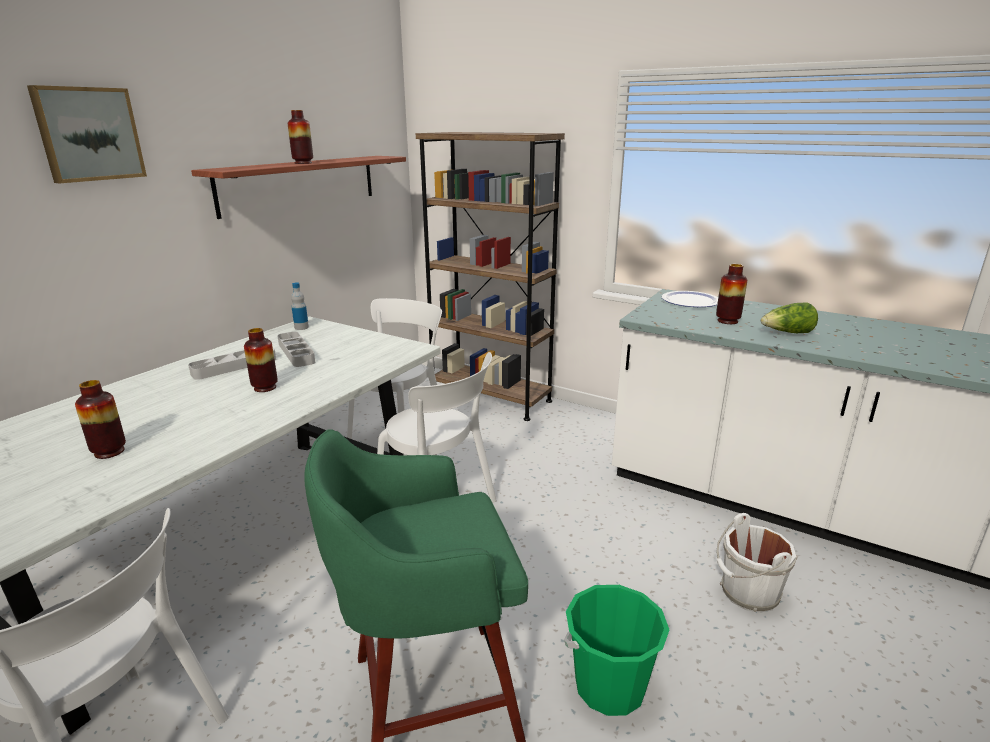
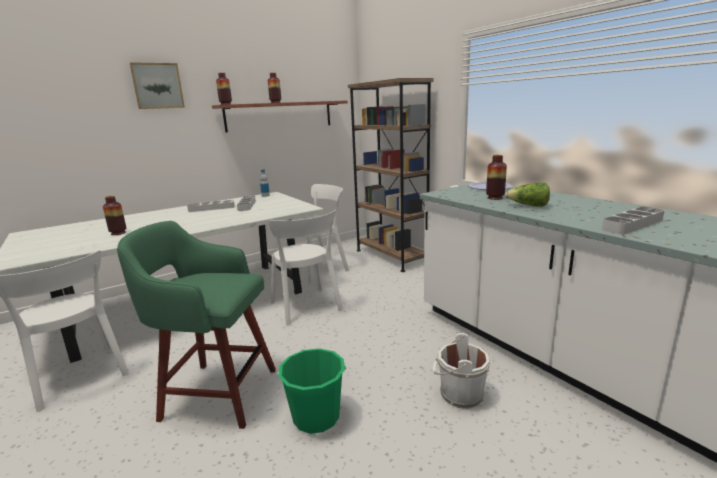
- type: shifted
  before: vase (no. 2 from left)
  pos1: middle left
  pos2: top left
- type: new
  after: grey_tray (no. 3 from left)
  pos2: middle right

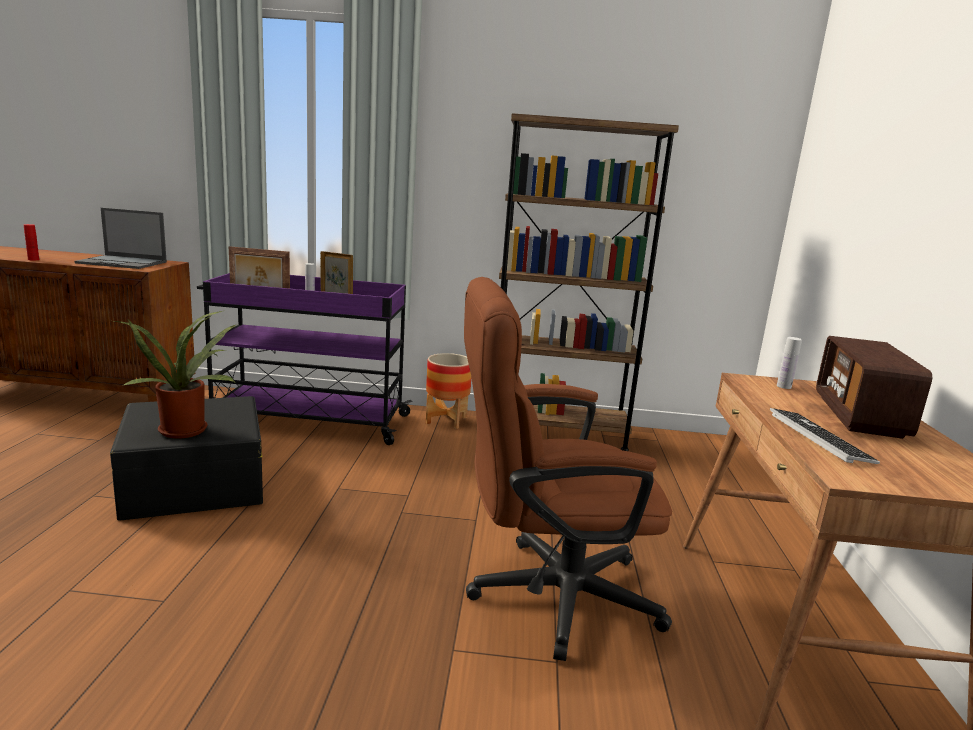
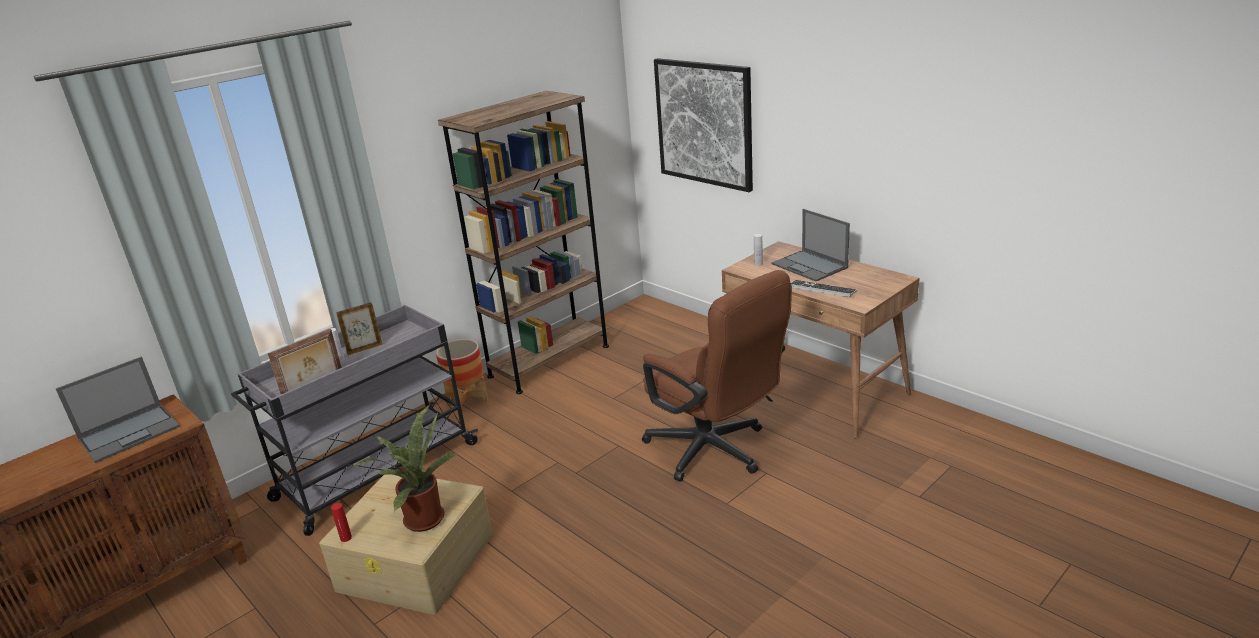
- type: shifted
  before: red_bottle
  pos1: top left
  pos2: bottom left
- type: repainted
  before: black_storage_box
  after: beige_storage_box
  pos1: middle left
  pos2: bottom left
- type: repainted
  before: purple_cart
  after: grey_cart
  pos1: middle left
  pos2: middle left
- type: rotated
  before: brown_office_chair
  pos1: centre
  pos2: centre
  turn: -75
- type: swapped
  before: radio
  after: laptop (no. 2 from left)
  pos1: middle right
  pos2: centre
- type: new
  after: picture
  pos2: top centre

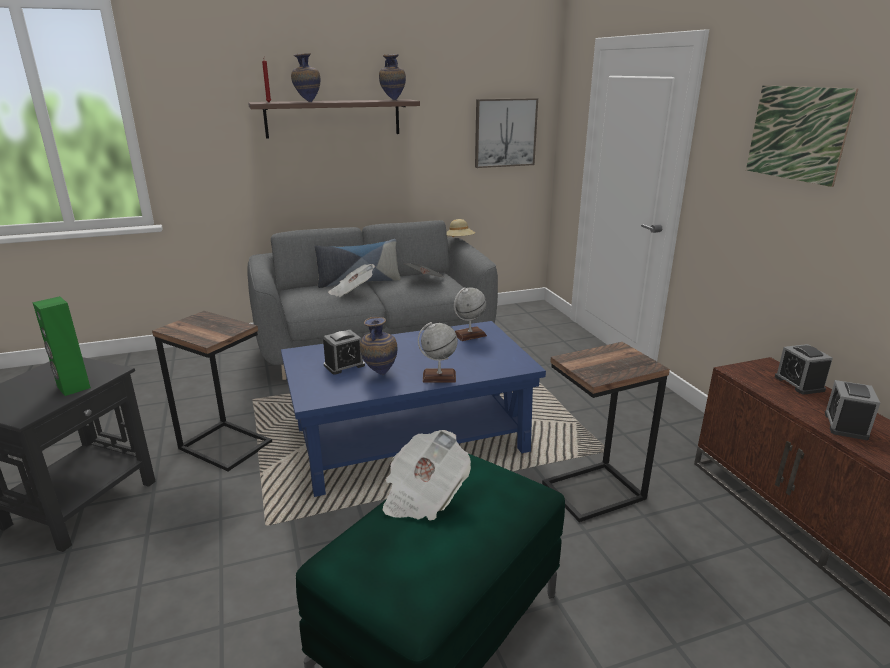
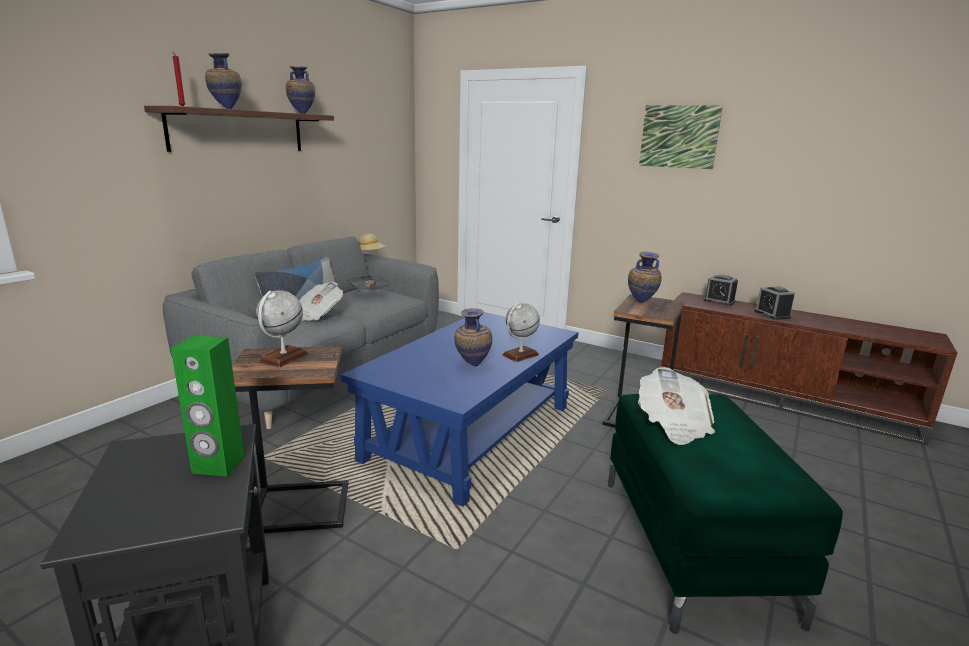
- type: gone
  before: alarm_clock (no. 1 from left)
  pos1: centre
- type: shifted
  before: globe (no. 2 from left in the first image)
  after: globe (no. 1 from left)
  pos1: centre
  pos2: middle left
- type: gone
  before: picture (no. 1 from left)
  pos1: top centre
- type: new
  after: vase (no. 4 from left)
  pos2: centre

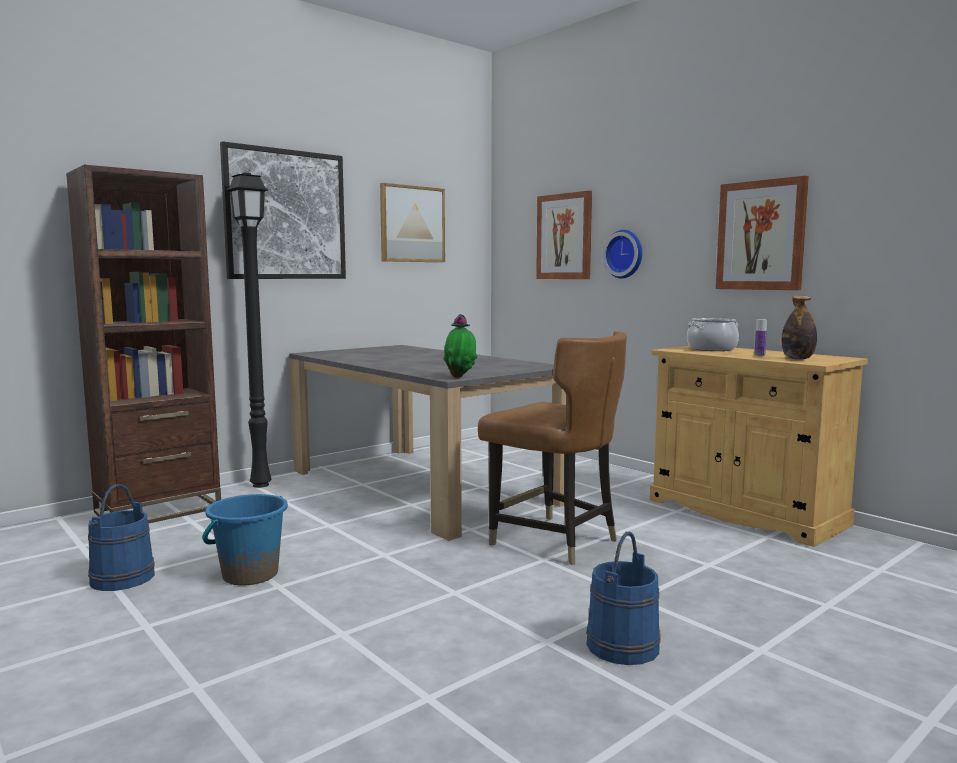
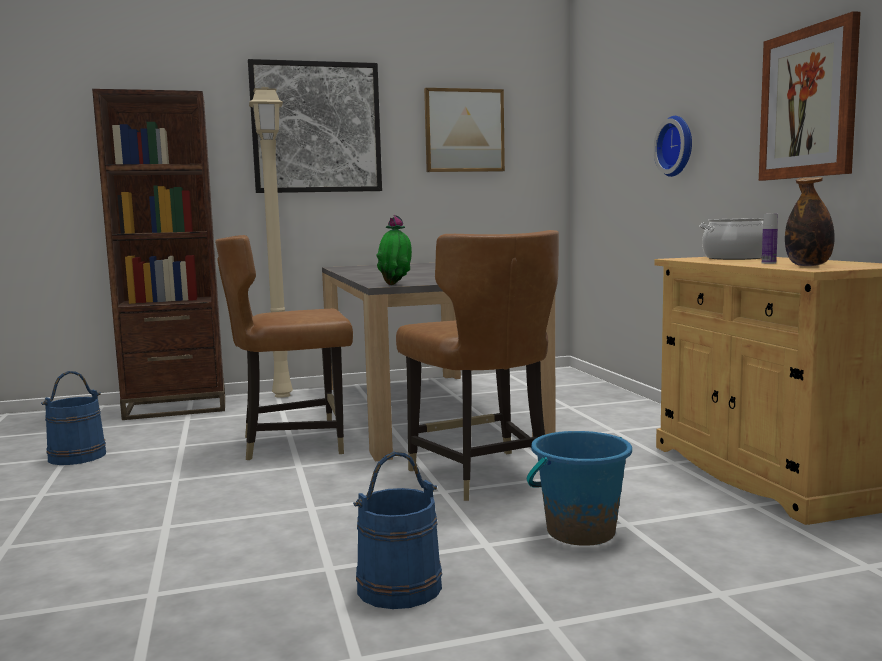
- type: shifted
  before: blue_bucket (no. 2 from left in the first image)
  after: blue_bucket (no. 3 from left)
  pos1: bottom left
  pos2: bottom centre
- type: repainted
  before: black_floor_lamp
  after: beige_floor_lamp
  pos1: middle left
  pos2: middle left
- type: gone
  before: picture (no. 3 from left)
  pos1: top centre
- type: new
  after: brown_chair (no. 1 from left)
  pos2: middle left

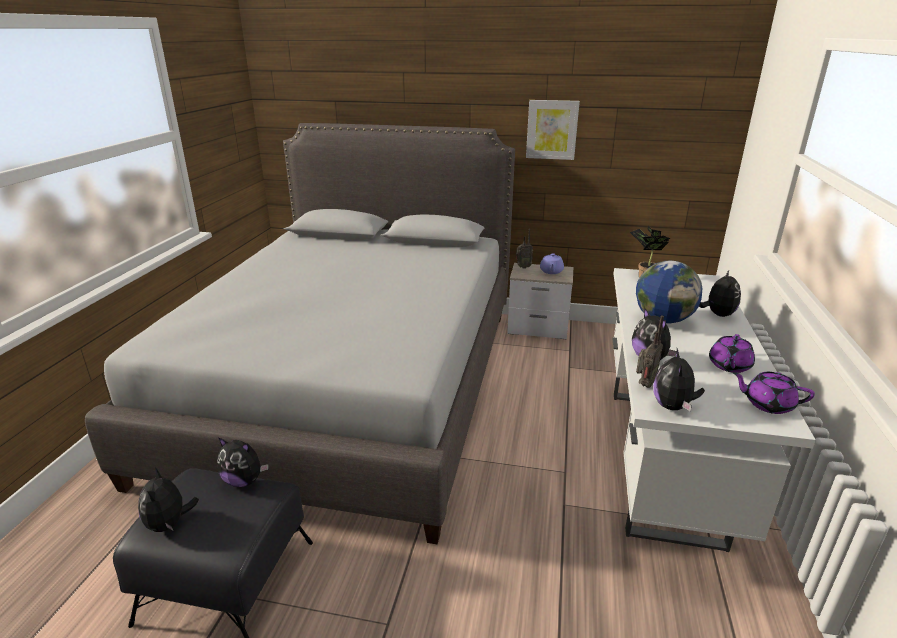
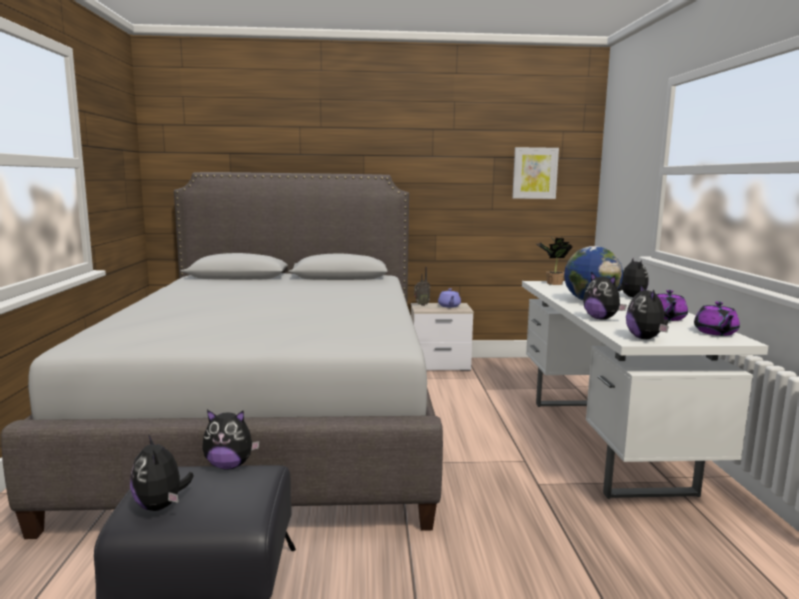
- type: shifted
  before: picture
  pos1: top centre
  pos2: top right
- type: gone
  before: radio (no. 2 from left)
  pos1: middle right
- type: rotated
  before: purple_teapot (no. 3 from left)
  pos1: middle right
  pos2: middle right
  turn: -90

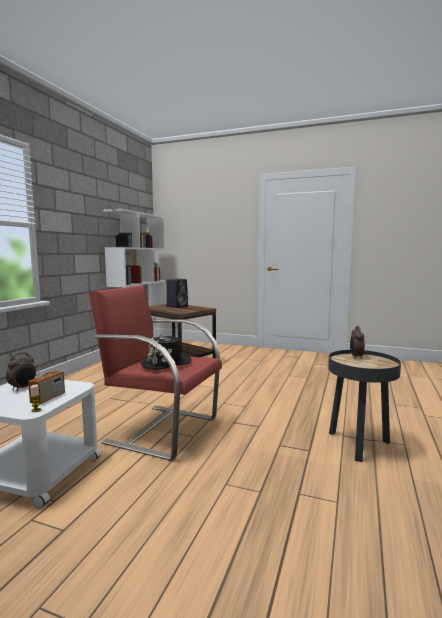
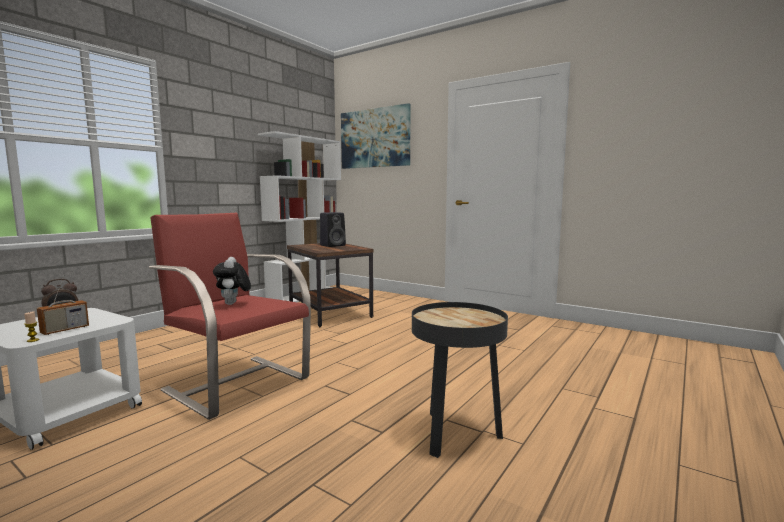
- type: swapped
  before: black_hat
  after: plush_toy
  pos1: centre
  pos2: middle left
- type: gone
  before: alarm_clock (no. 2 from left)
  pos1: middle right
- type: new
  after: picture
  pos2: top centre

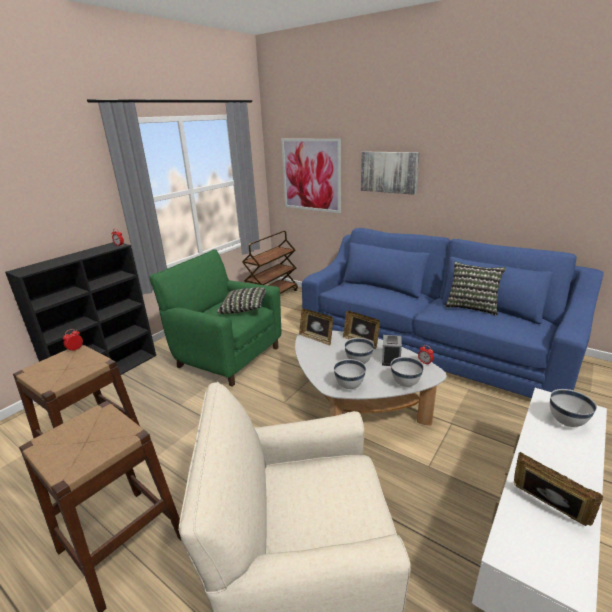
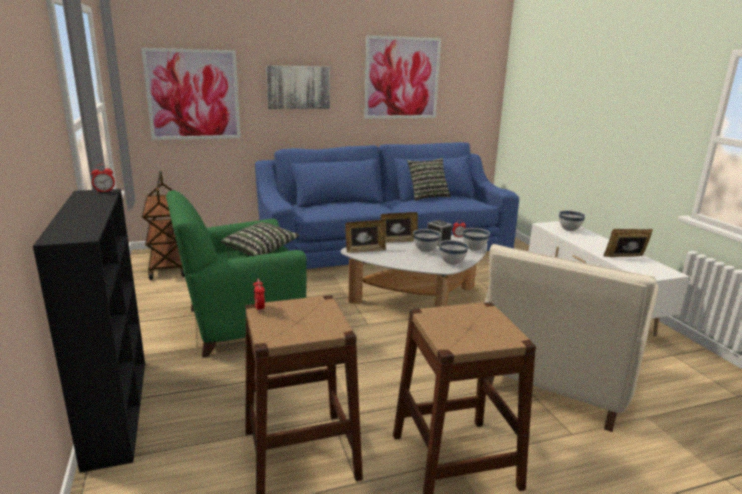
- type: new
  after: picture (no. 3 from left)
  pos2: top centre

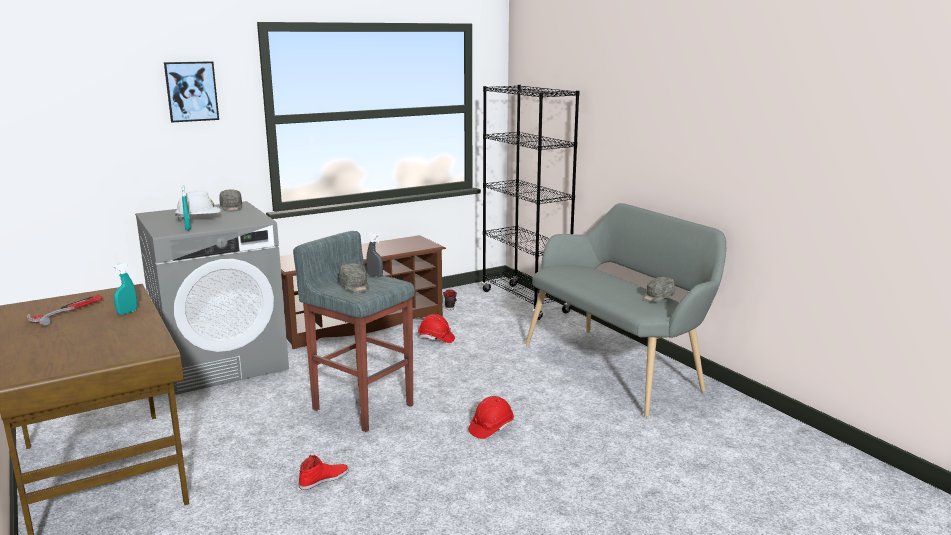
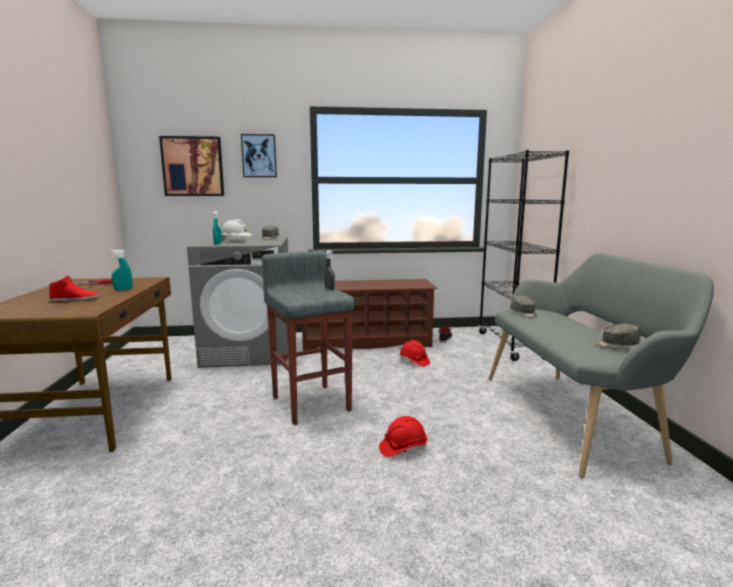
- type: shifted
  before: red_shoe
  pos1: bottom centre
  pos2: middle left
- type: shifted
  before: grey_cap (no. 2 from left)
  pos1: centre
  pos2: middle right
- type: new
  after: picture (no. 1 from left)
  pos2: top left

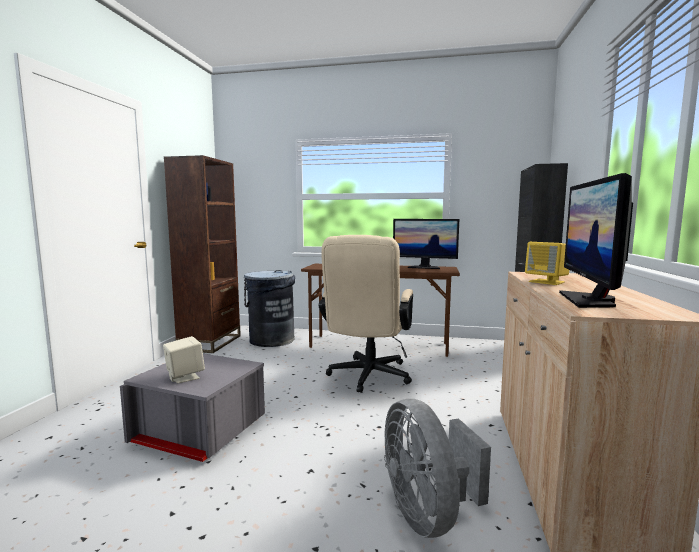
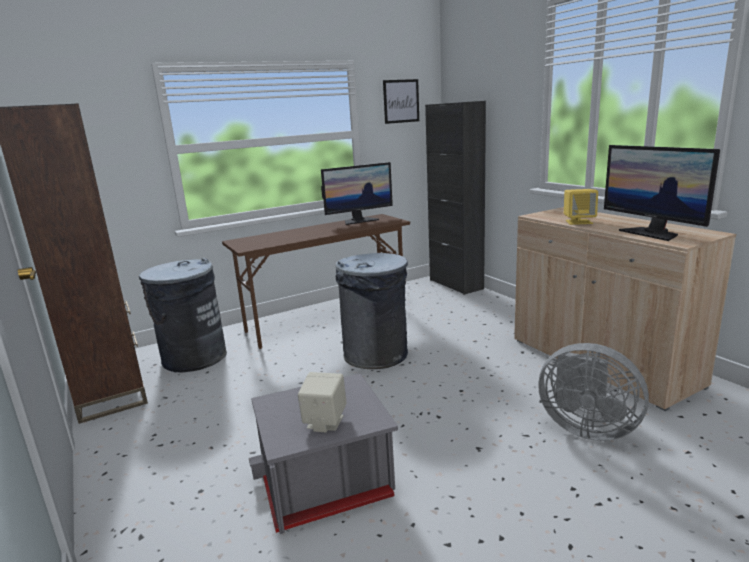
- type: swapped
  before: beige_office_chair
  after: grey_trash_can (no. 2 from left)
  pos1: centre
  pos2: centre
- type: new
  after: picture
  pos2: top centre

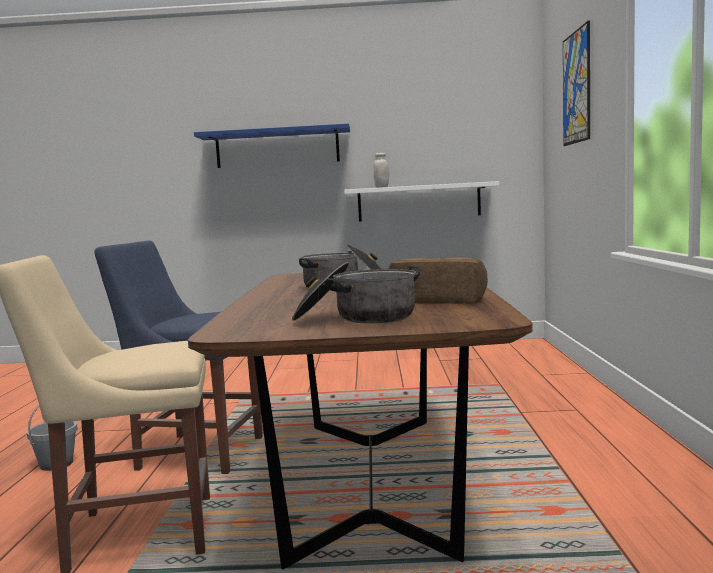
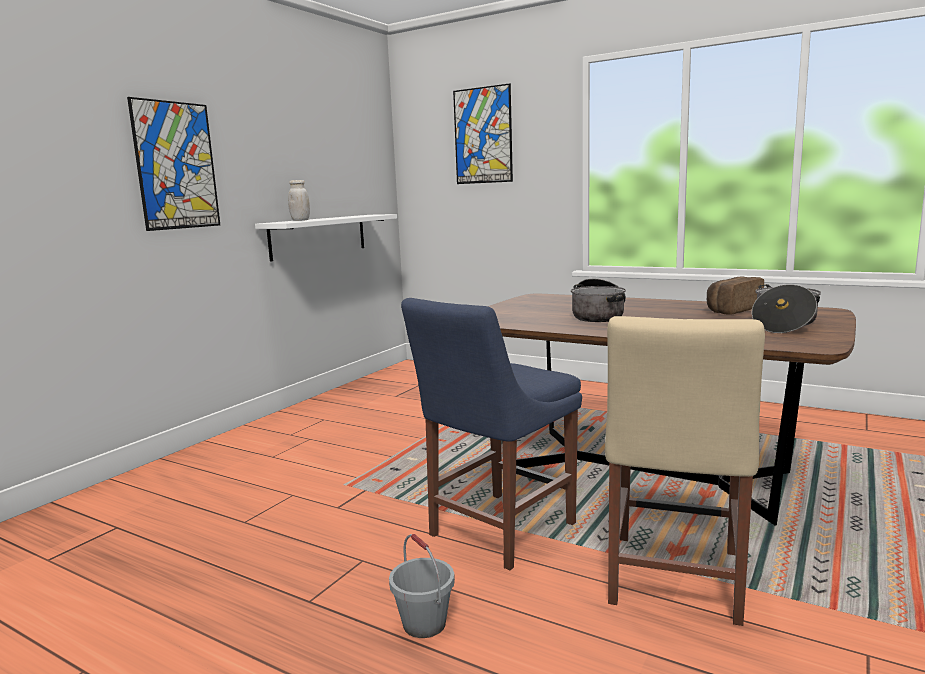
- type: swapped
  before: blue_shelf
  after: picture (no. 1 from left)
  pos1: top centre
  pos2: top left

